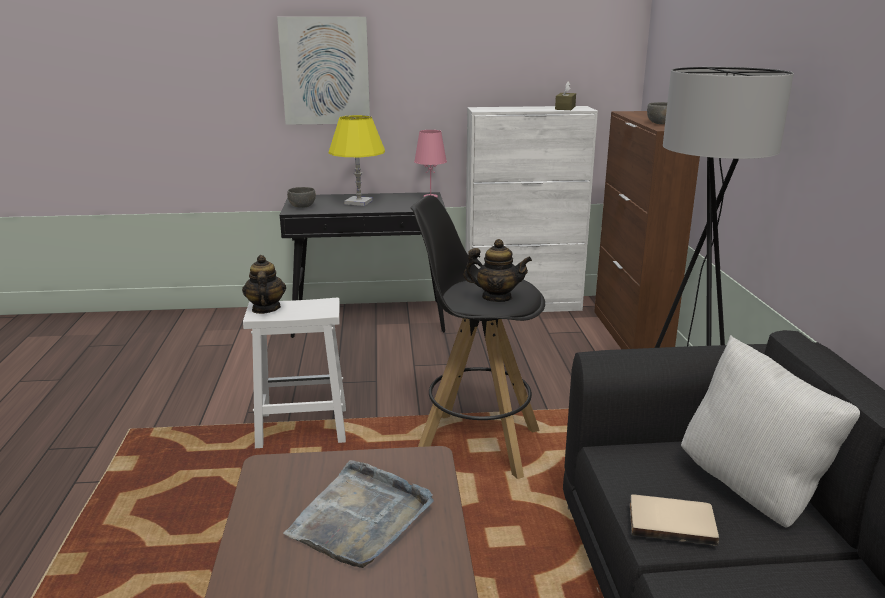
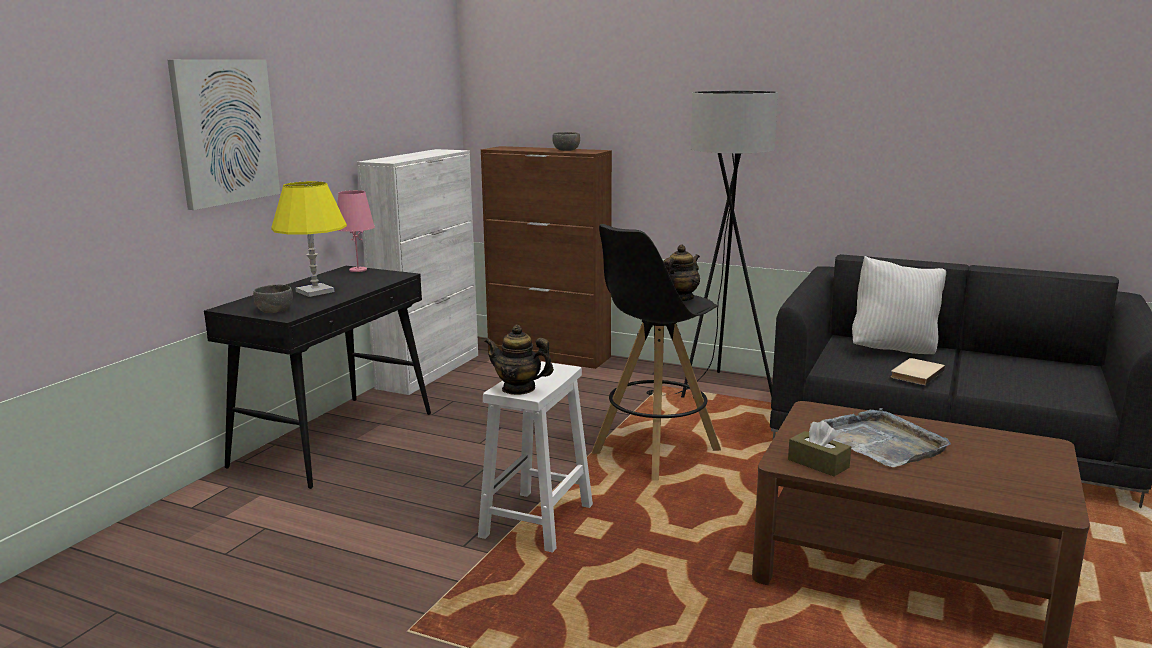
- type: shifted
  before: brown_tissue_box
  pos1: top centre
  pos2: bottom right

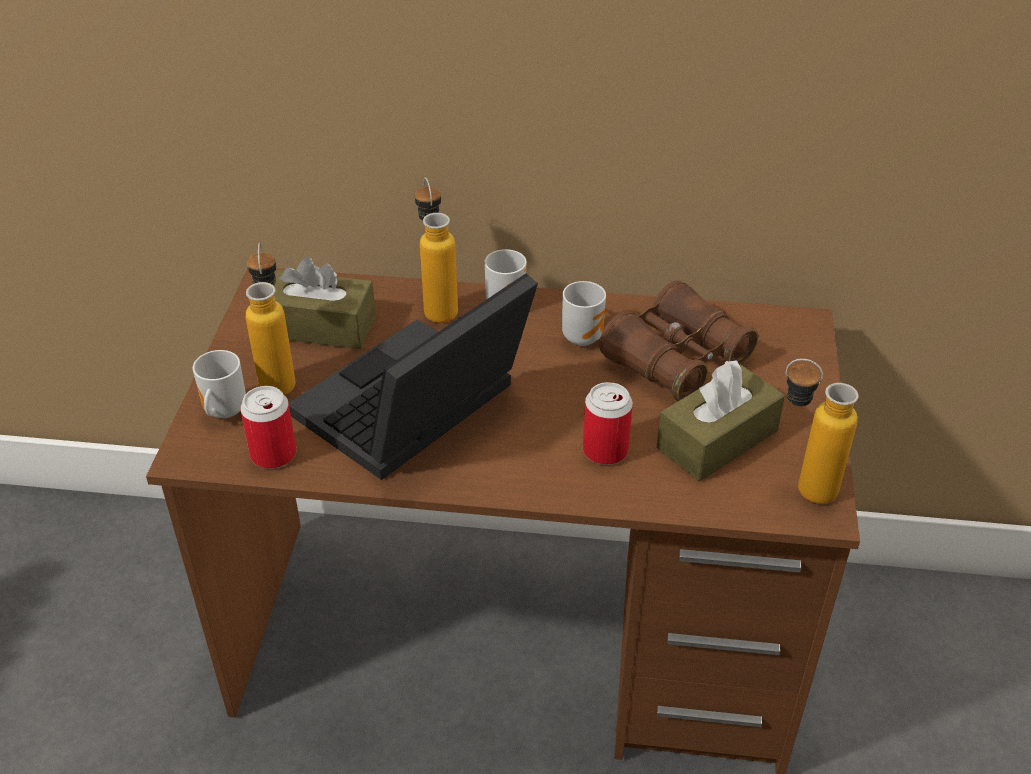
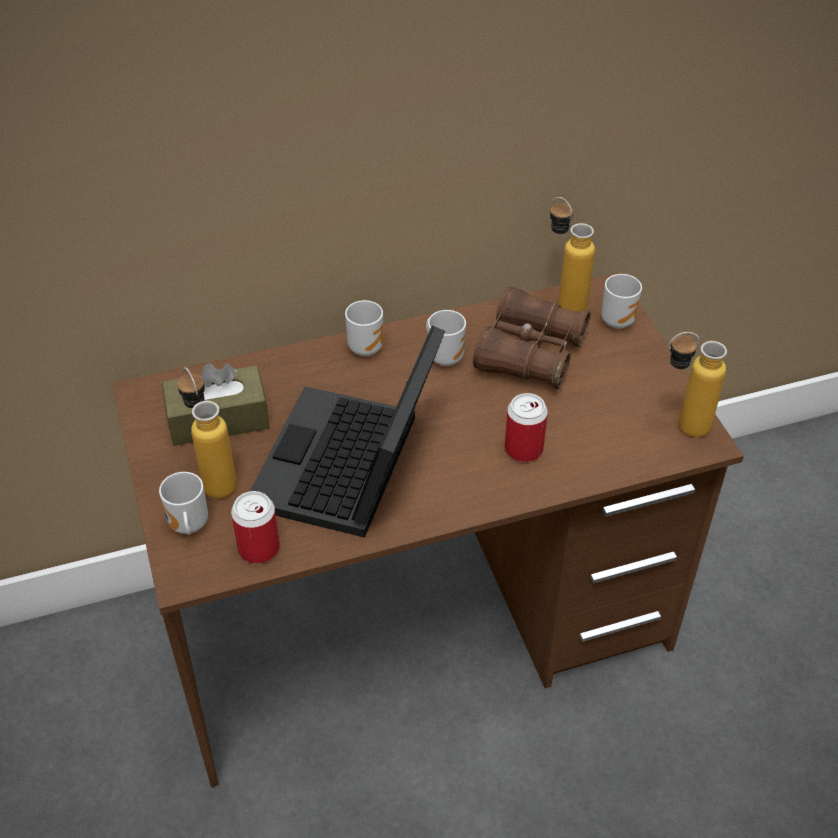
- type: shifted
  before: bottle (no. 2 from left)
  pos1: top centre
  pos2: top right
- type: gone
  before: brown_tissue_box (no. 2 from left)
  pos1: middle right
- type: new
  after: mug (no. 4 from left)
  pos2: middle right

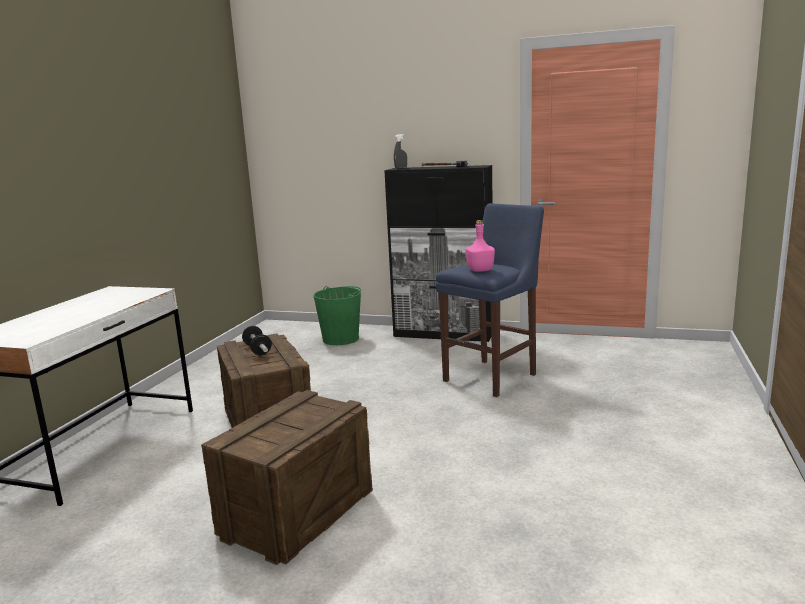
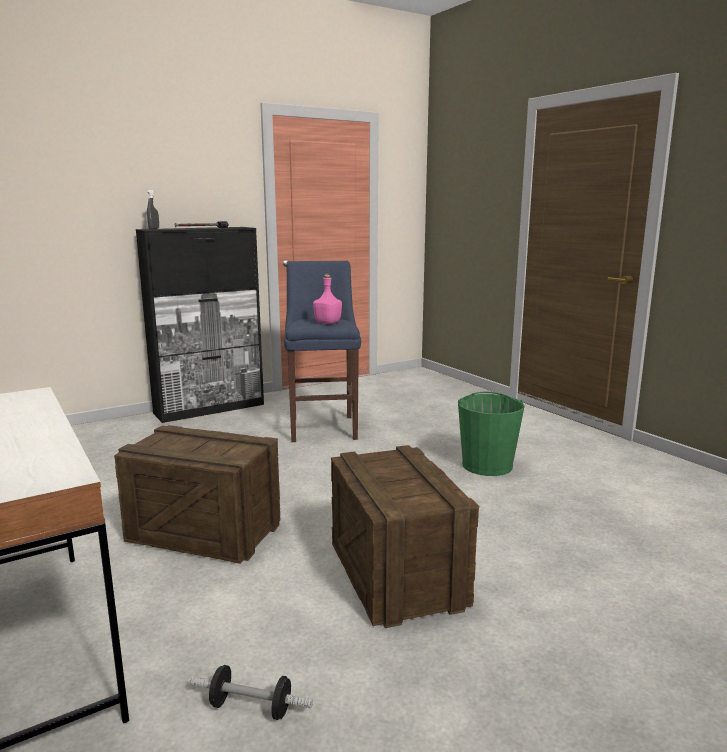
- type: shifted
  before: dumbbell
  pos1: middle left
  pos2: bottom centre
- type: shifted
  before: green_bucket
  pos1: centre
  pos2: middle right

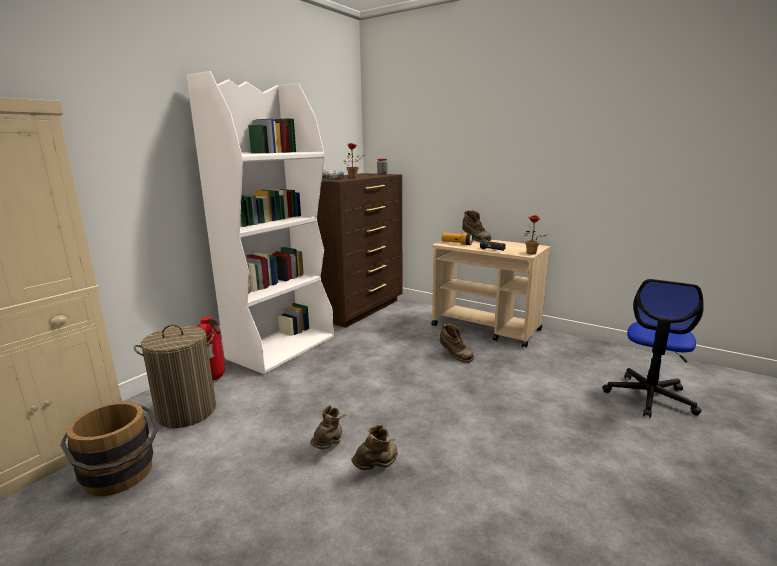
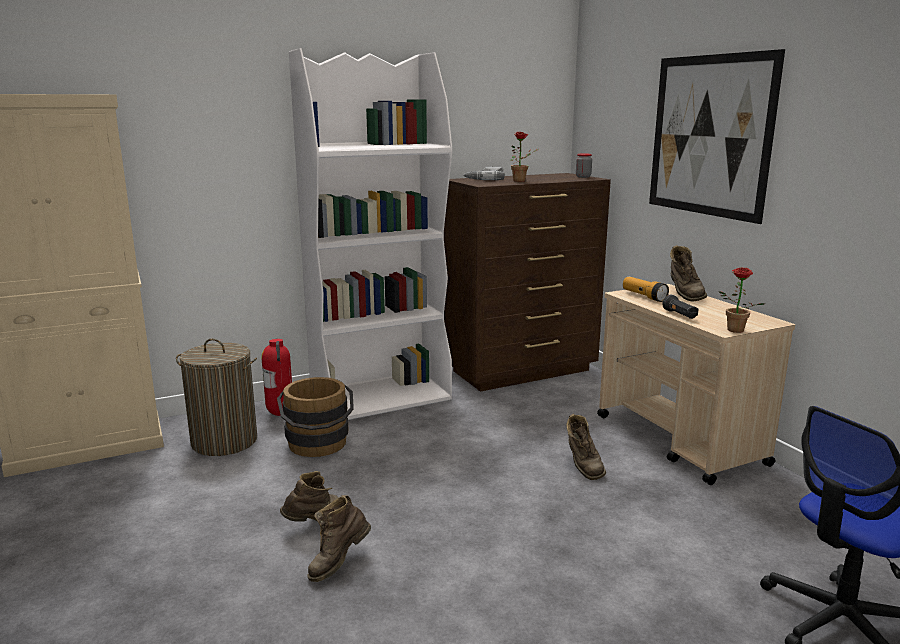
- type: shifted
  before: brown_bucket
  pos1: bottom left
  pos2: centre
- type: rotated
  before: brown_boot (no. 2 from left)
  pos1: bottom centre
  pos2: bottom centre
  turn: 150
- type: new
  after: picture
  pos2: top right

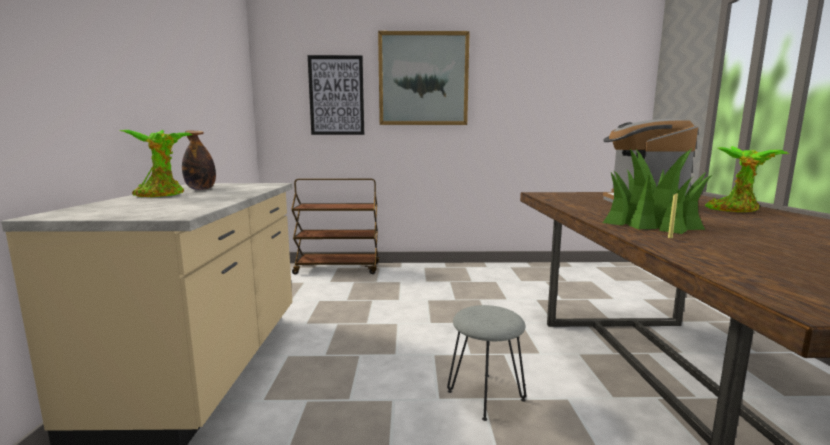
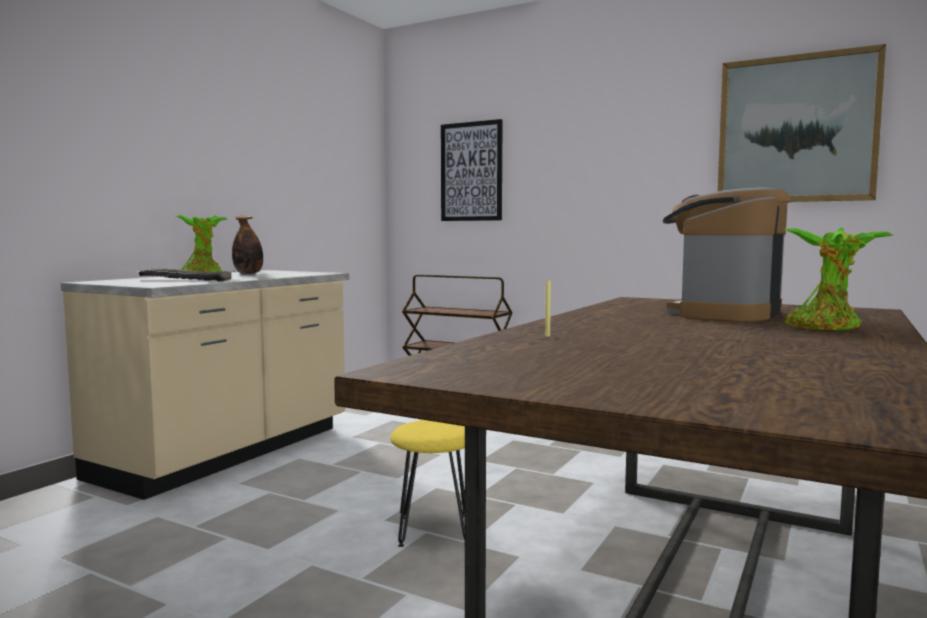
- type: shifted
  before: picture (no. 2 from left)
  pos1: top centre
  pos2: top right
- type: repainted
  before: grey_stool
  after: yellow_stool
  pos1: bottom centre
  pos2: bottom centre
- type: gone
  before: potted_plant (no. 2 from left)
  pos1: middle right
- type: new
  after: tray
  pos2: middle left

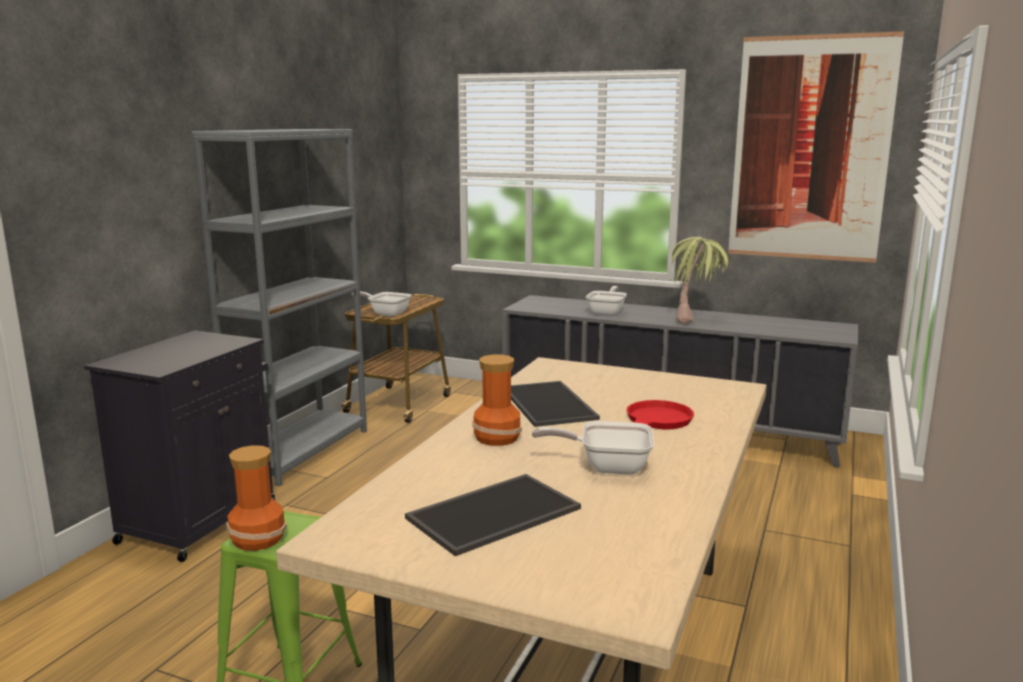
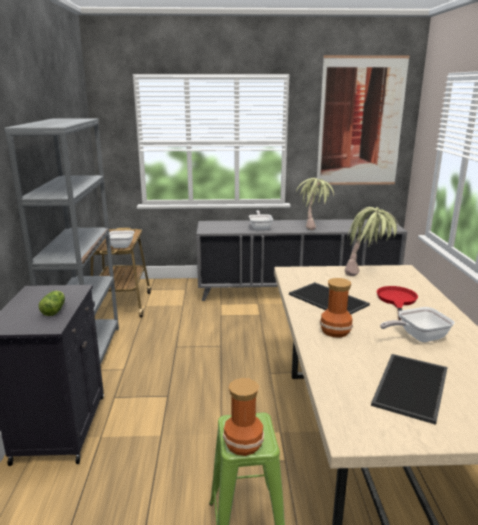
- type: new
  after: lettuce
  pos2: middle left
- type: new
  after: potted_plant (no. 2 from left)
  pos2: middle right

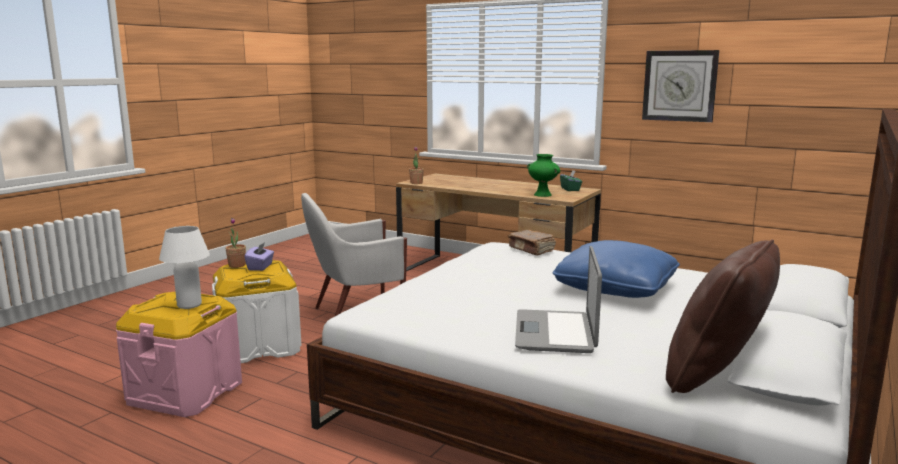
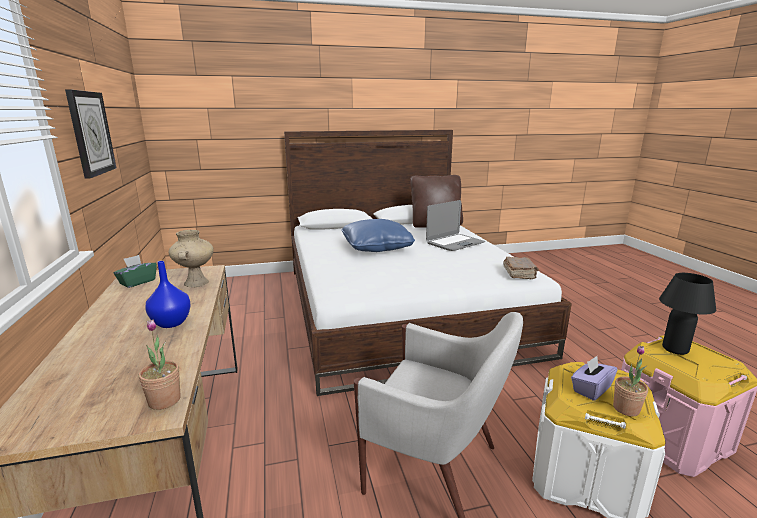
- type: repainted
  before: white_table_lamp
  after: black_table_lamp
  pos1: middle left
  pos2: middle right
- type: shifted
  before: brown_book
  pos1: centre
  pos2: middle right
- type: repainted
  before: green_vase
  after: beige_vase
  pos1: centre
  pos2: middle left
- type: new
  after: blue_vase
  pos2: middle left

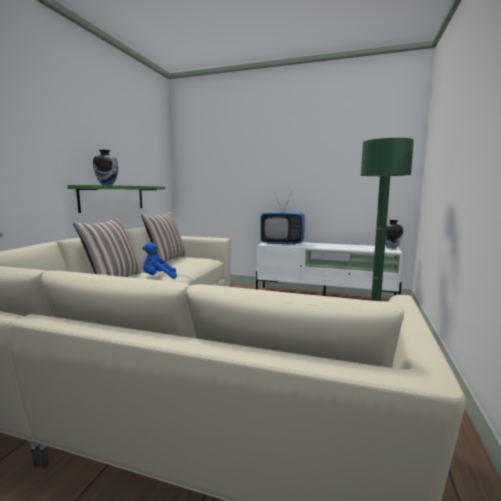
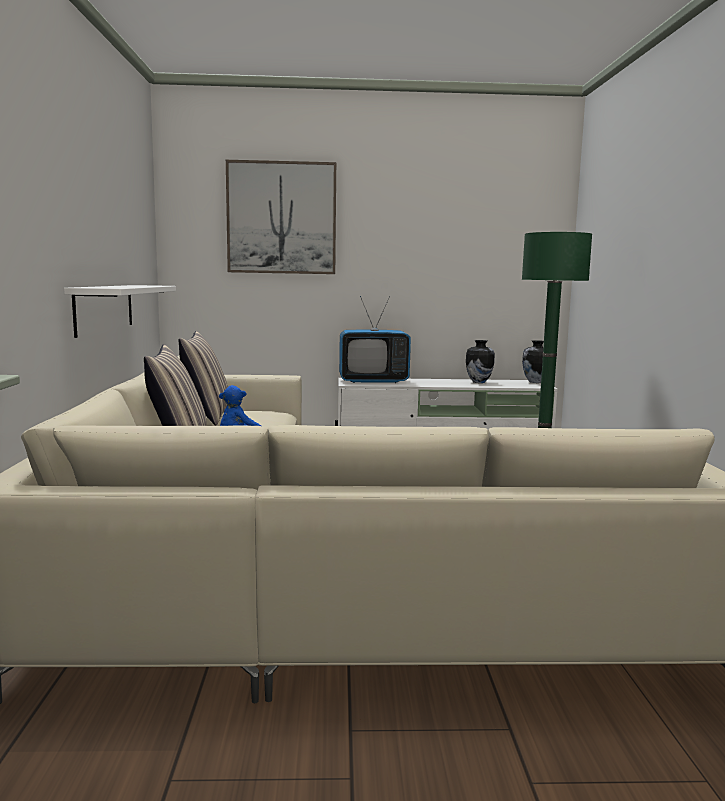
- type: repainted
  before: green_shelf
  after: white_shelf
  pos1: middle left
  pos2: middle left
- type: shifted
  before: vase (no. 1 from left)
  pos1: middle left
  pos2: centre
- type: new
  after: picture
  pos2: top centre

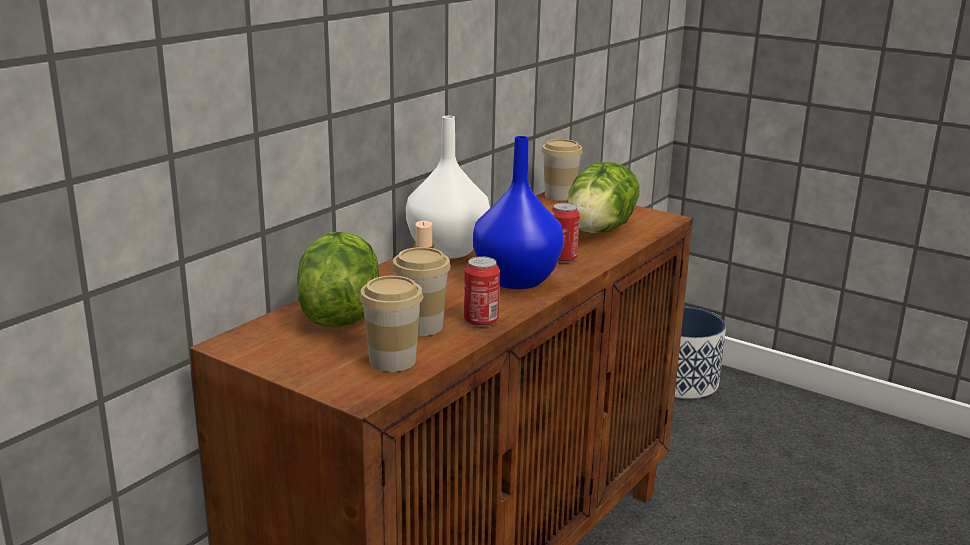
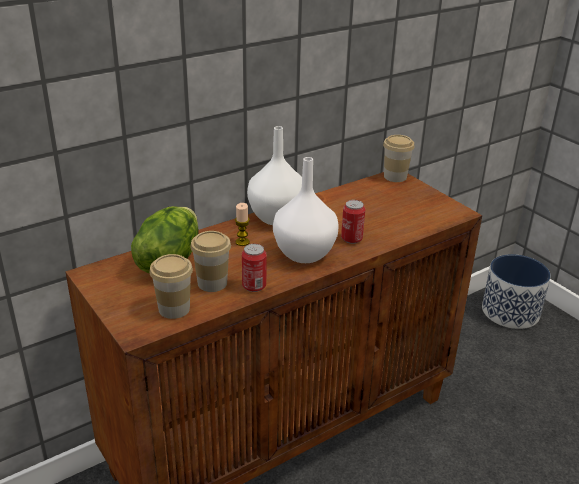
- type: repainted
  before: blue_vase
  after: white_vase (no. 2 from left)
  pos1: centre
  pos2: centre
- type: gone
  before: lettuce (no. 2 from left)
  pos1: centre

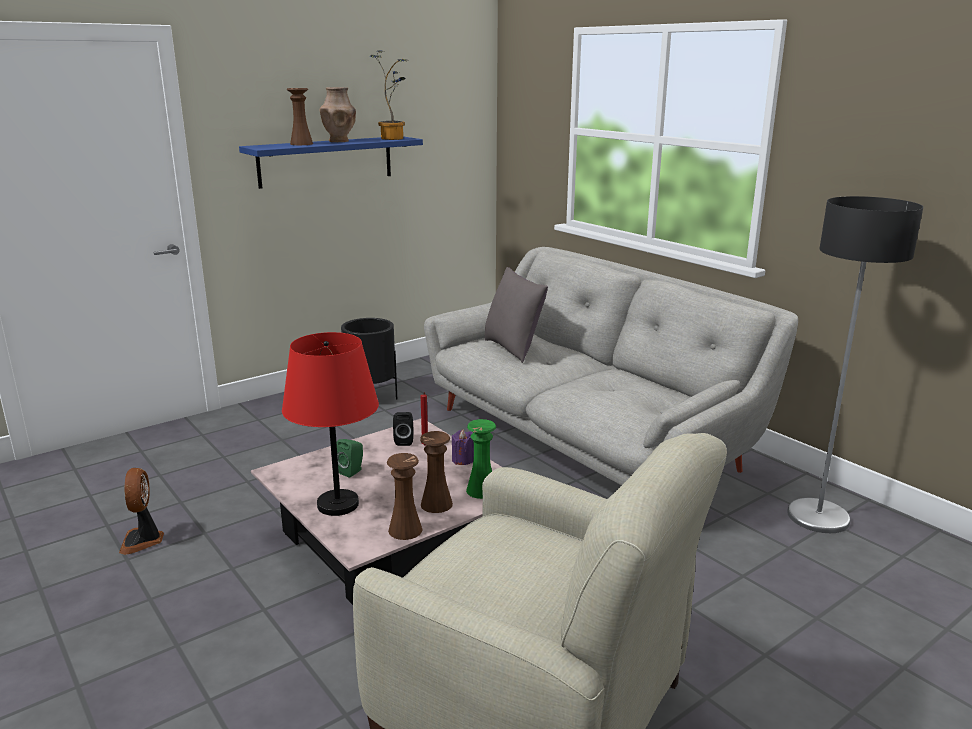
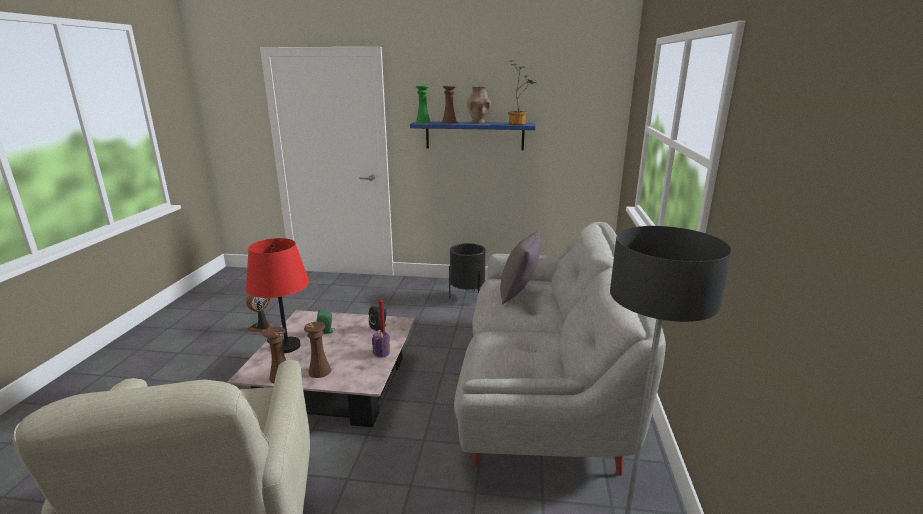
- type: shifted
  before: green_vase
  pos1: centre
  pos2: top centre

